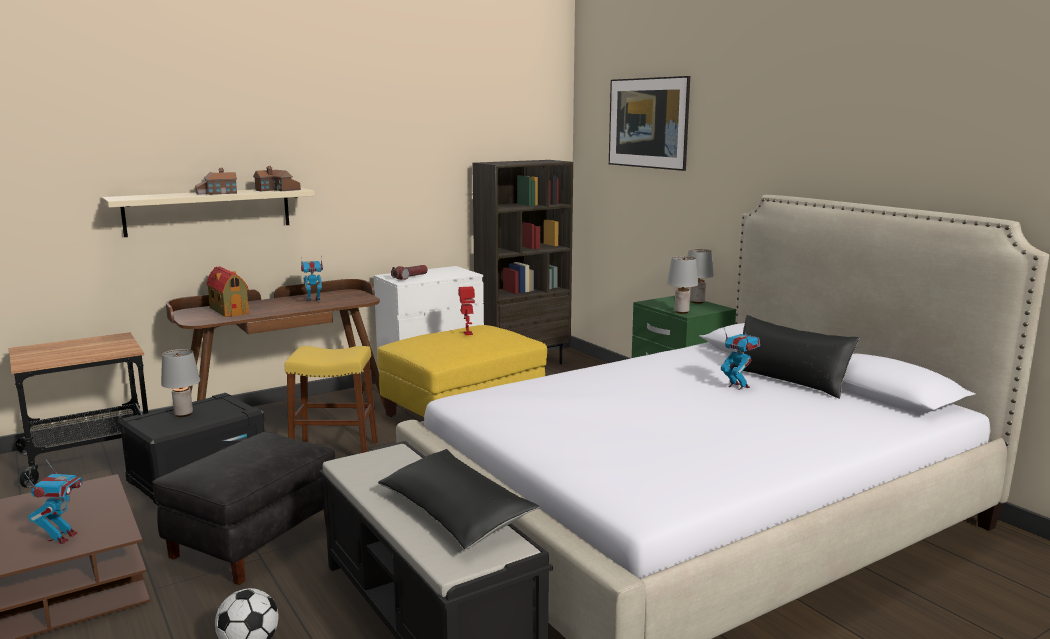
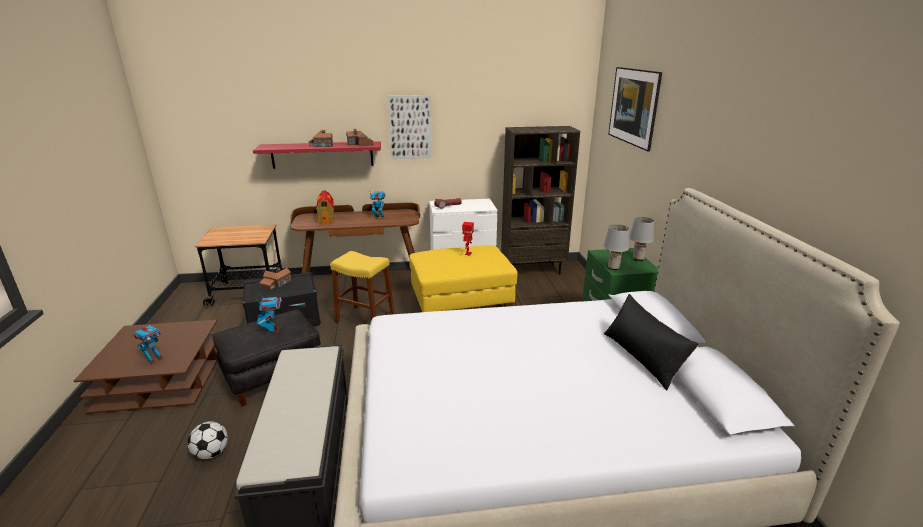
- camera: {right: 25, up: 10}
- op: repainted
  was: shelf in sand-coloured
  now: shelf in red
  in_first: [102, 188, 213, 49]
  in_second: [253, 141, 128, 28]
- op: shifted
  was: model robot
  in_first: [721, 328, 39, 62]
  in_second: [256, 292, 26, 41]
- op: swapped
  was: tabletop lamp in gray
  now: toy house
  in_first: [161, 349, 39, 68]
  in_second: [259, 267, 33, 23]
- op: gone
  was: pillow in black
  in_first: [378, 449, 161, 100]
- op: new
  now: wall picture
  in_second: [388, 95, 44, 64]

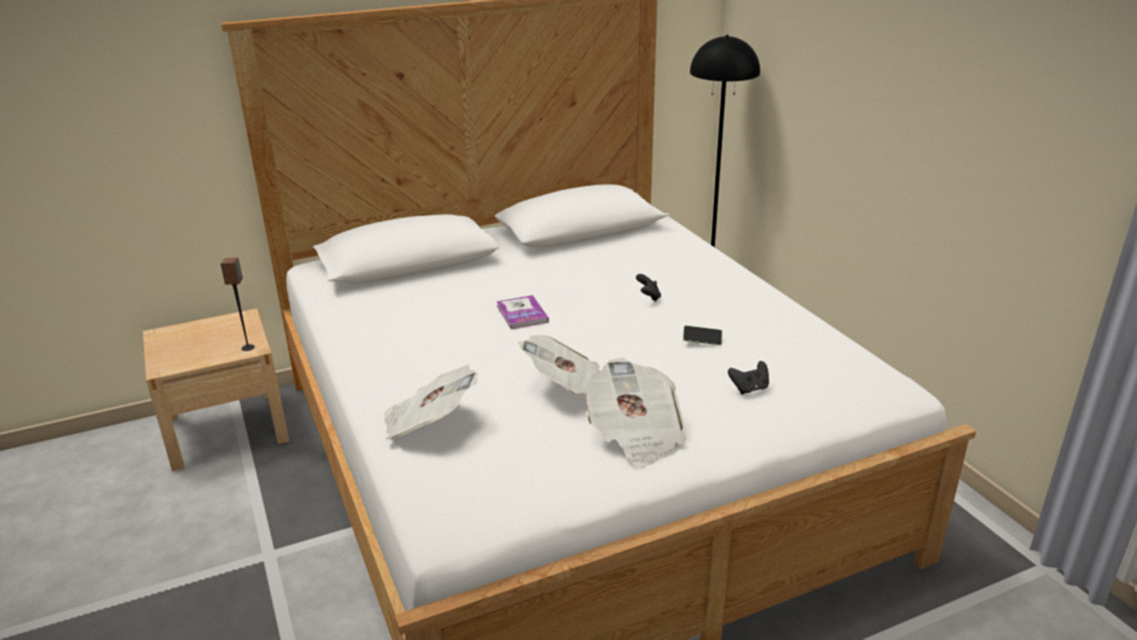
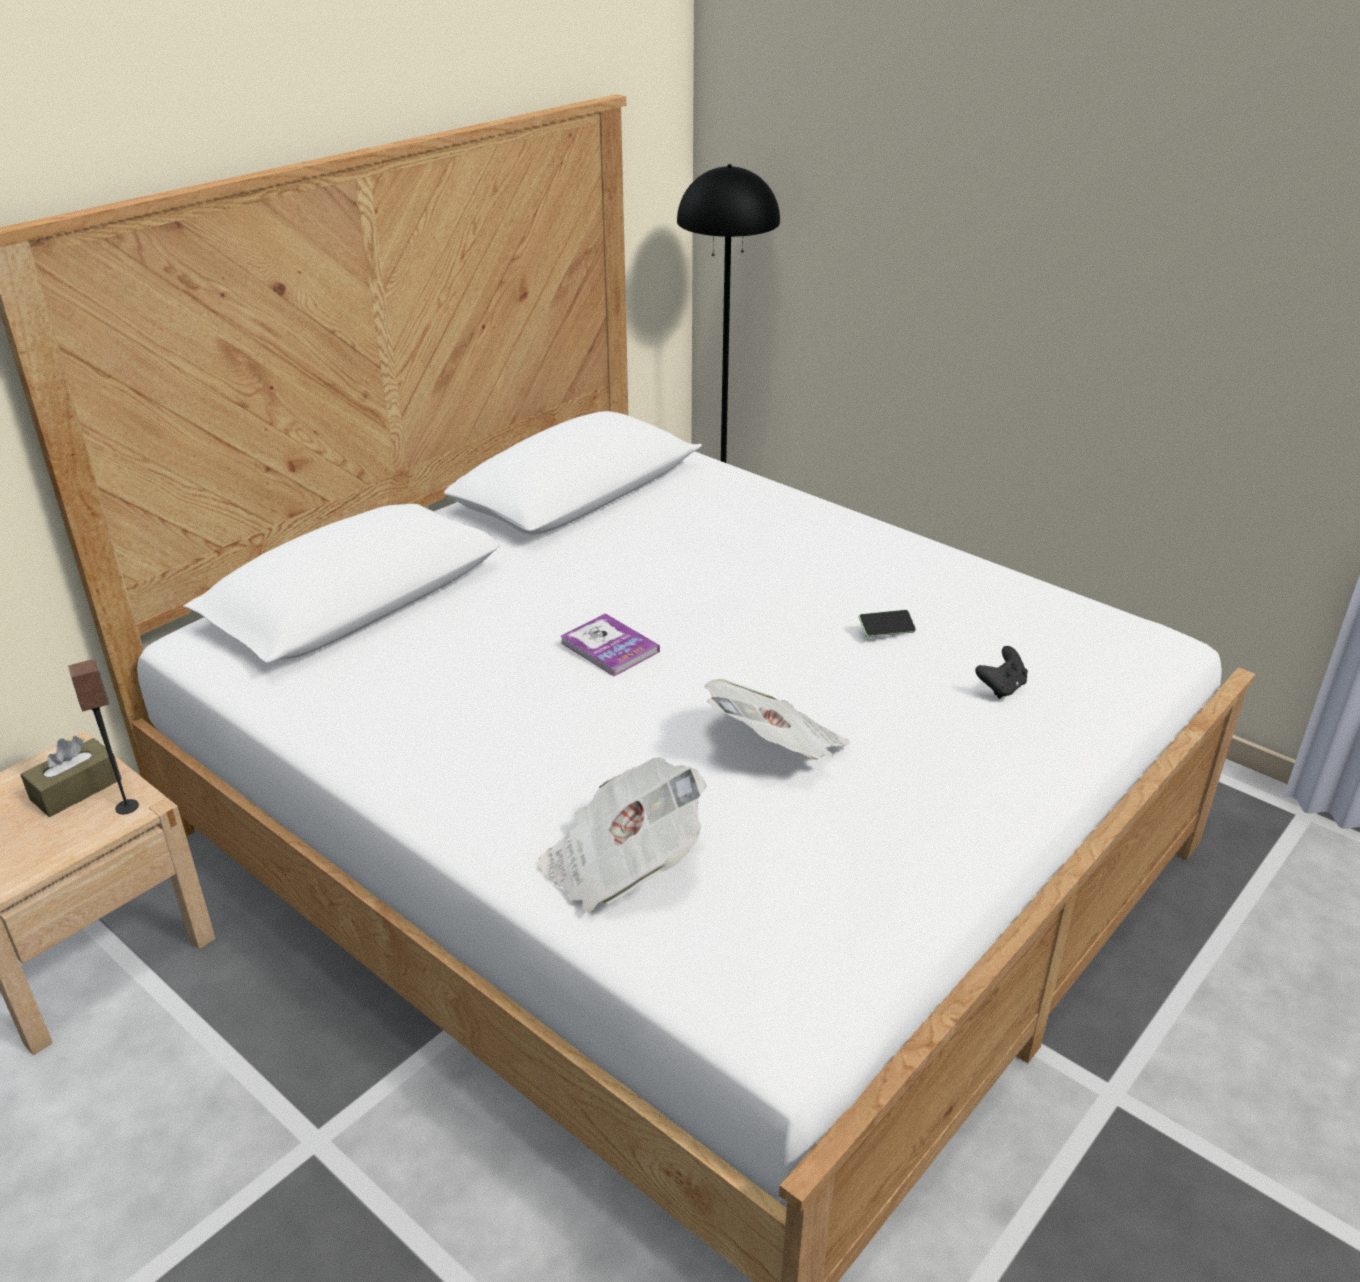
- camera: {right: -25, up: 5}
- op: gone
  was: gamepad in black
  in_first: [636, 274, 25, 27]
- op: gone
  was: daily paper
  in_first: [587, 358, 99, 110]
- op: new
  now: box of tissues in brownish
  in_second: [21, 736, 101, 81]

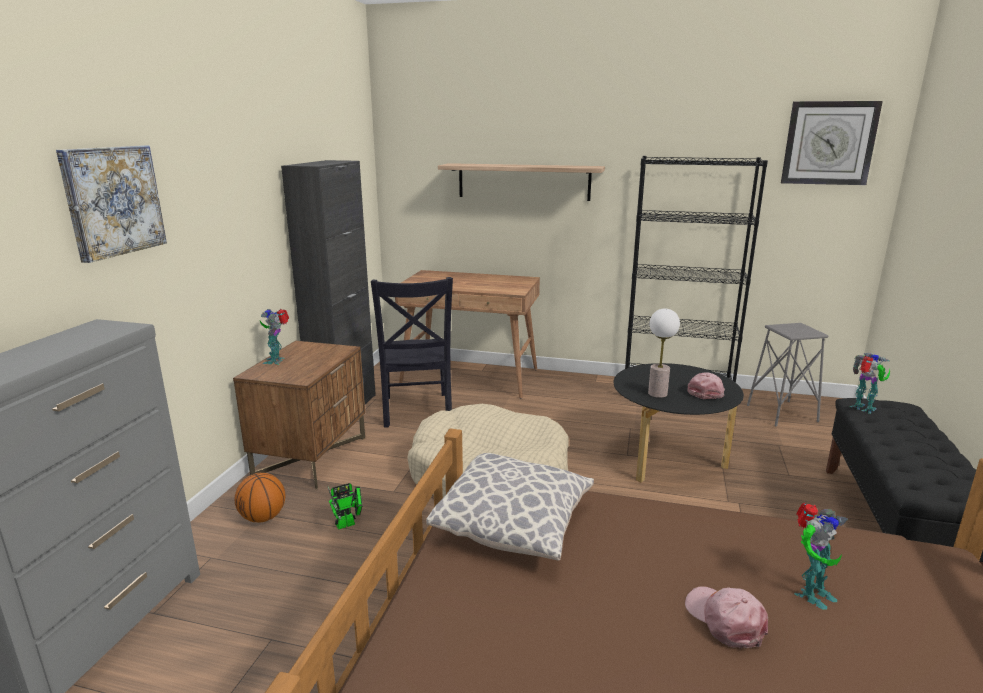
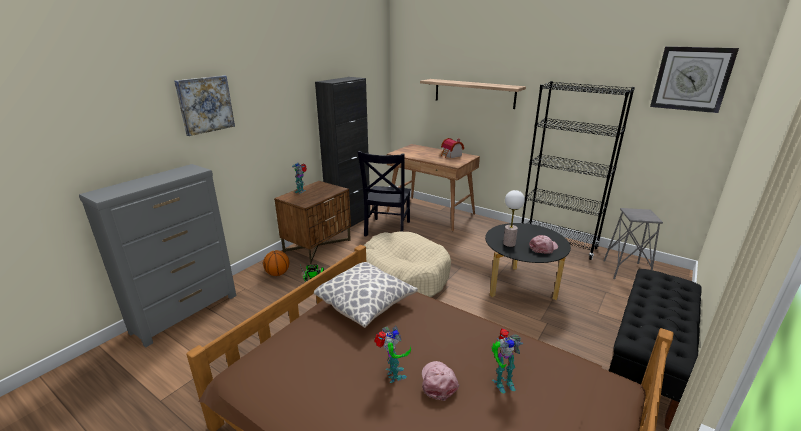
- camera: {right: 20, up: 5}
- op: shifted
  was: model robot
  in_first: [850, 353, 40, 61]
  in_second: [374, 325, 37, 58]
- op: new
  now: toy house
  in_second: [441, 138, 23, 20]

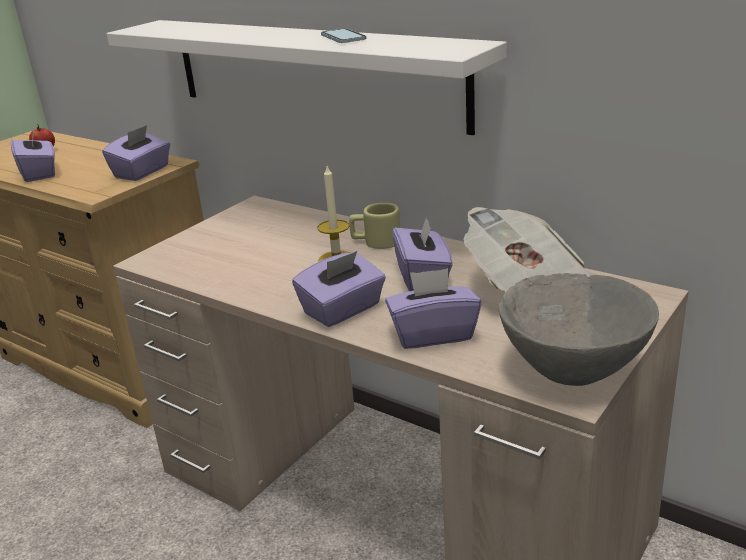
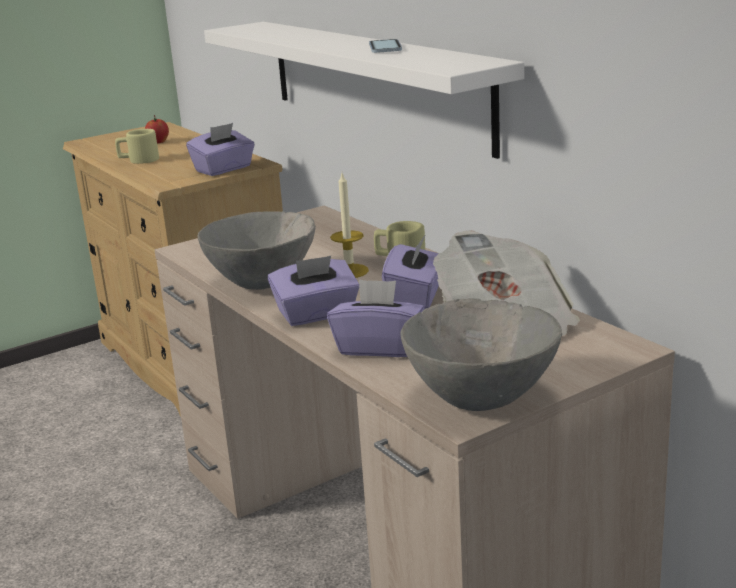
- camera: {right: 20, up: -5}
- op: swapped
  was: box of tissues in purple-coloured
  now: tea mug in sand-coloured
  in_first: [11, 129, 44, 53]
  in_second: [115, 129, 44, 35]
- op: new
  now: deep dish in gray
  in_second: [198, 212, 118, 78]

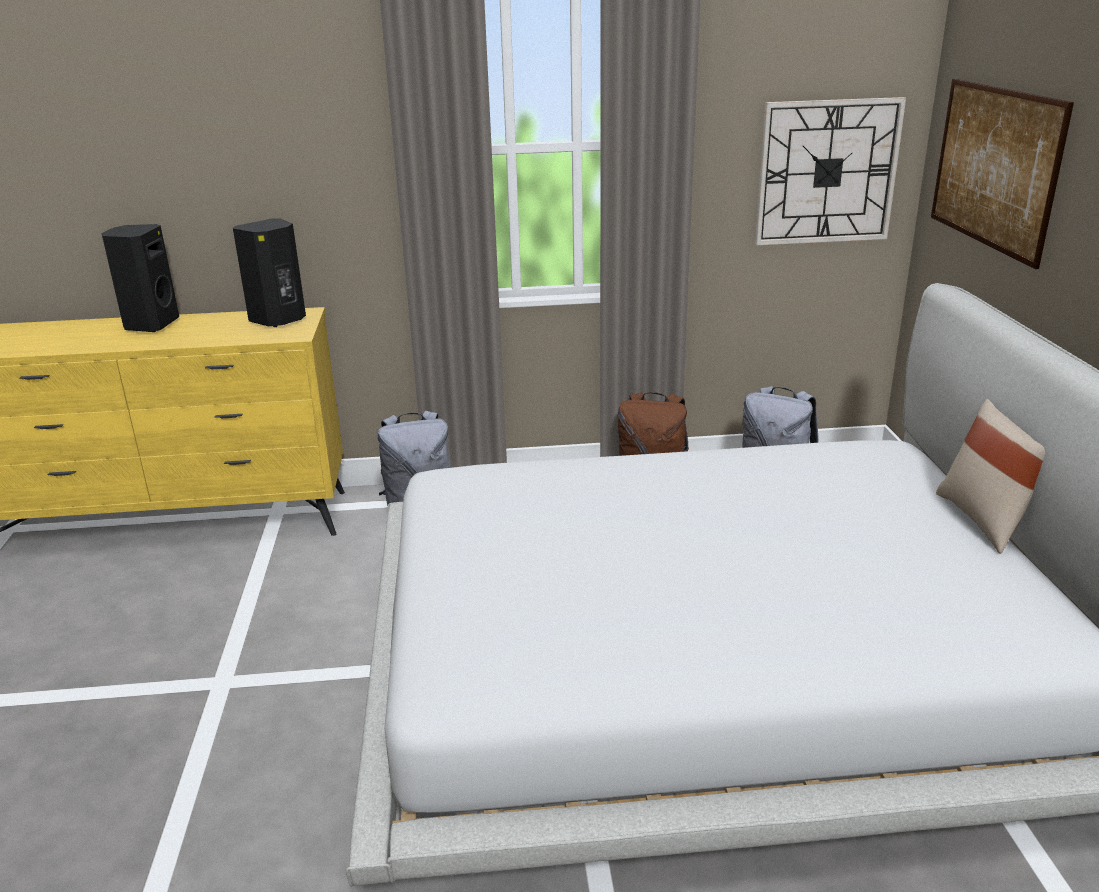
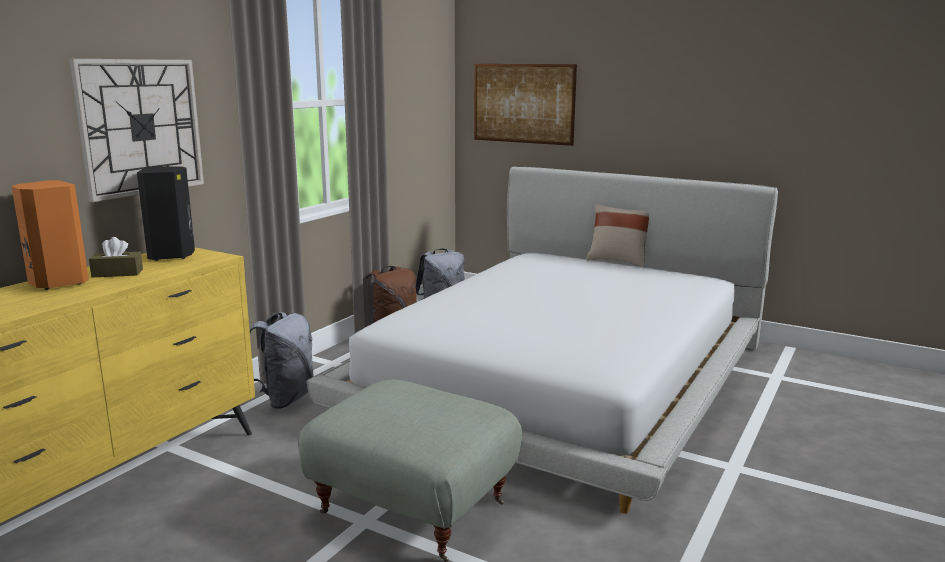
- camera: {right: -55, up: -10}
- op: shifted
  was: clock on the wall
  in_first: [755, 97, 151, 148]
  in_second: [69, 59, 135, 143]
- op: repainted
  was: audio speaker in black
  now: audio speaker in orange
  in_first: [101, 224, 78, 108]
  in_second: [11, 180, 78, 110]
- op: new
  now: box of tissues in brownish
  in_second: [89, 237, 54, 40]
- op: new
  now: pouffe in gray
  in_second: [298, 379, 224, 183]

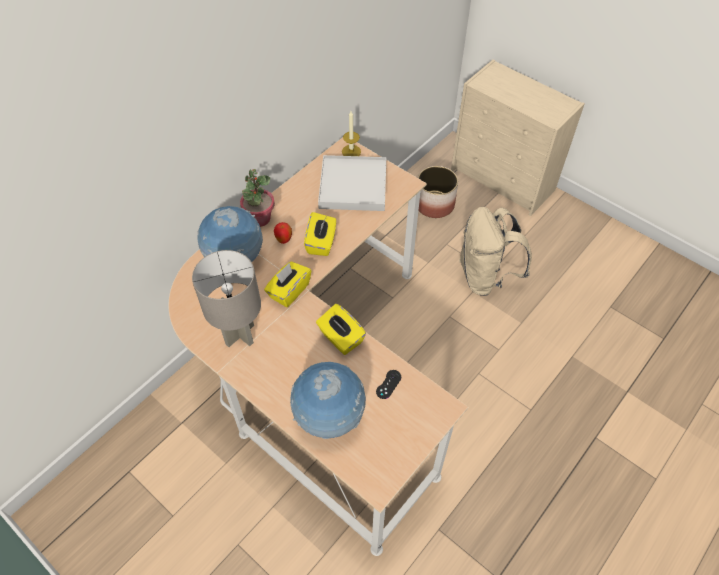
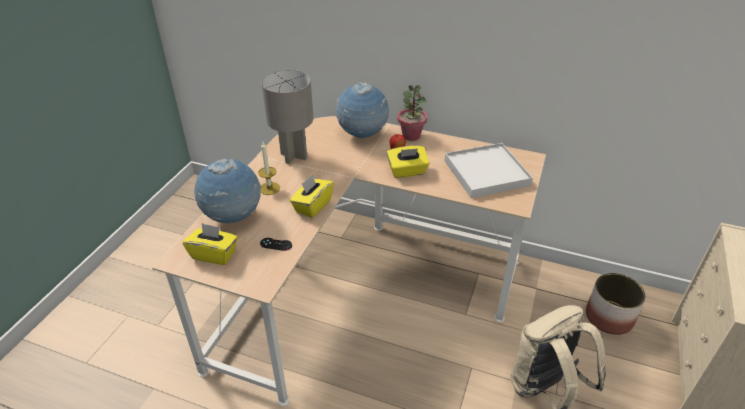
- camera: {right: 70, up: -15}
- op: shifted
  was: wax light
  in_first: [342, 111, 19, 45]
  in_second: [258, 142, 22, 53]
- op: shifted
  was: box of tissues in yellow-coloured
  in_first: [264, 261, 47, 46]
  in_second: [183, 223, 55, 42]

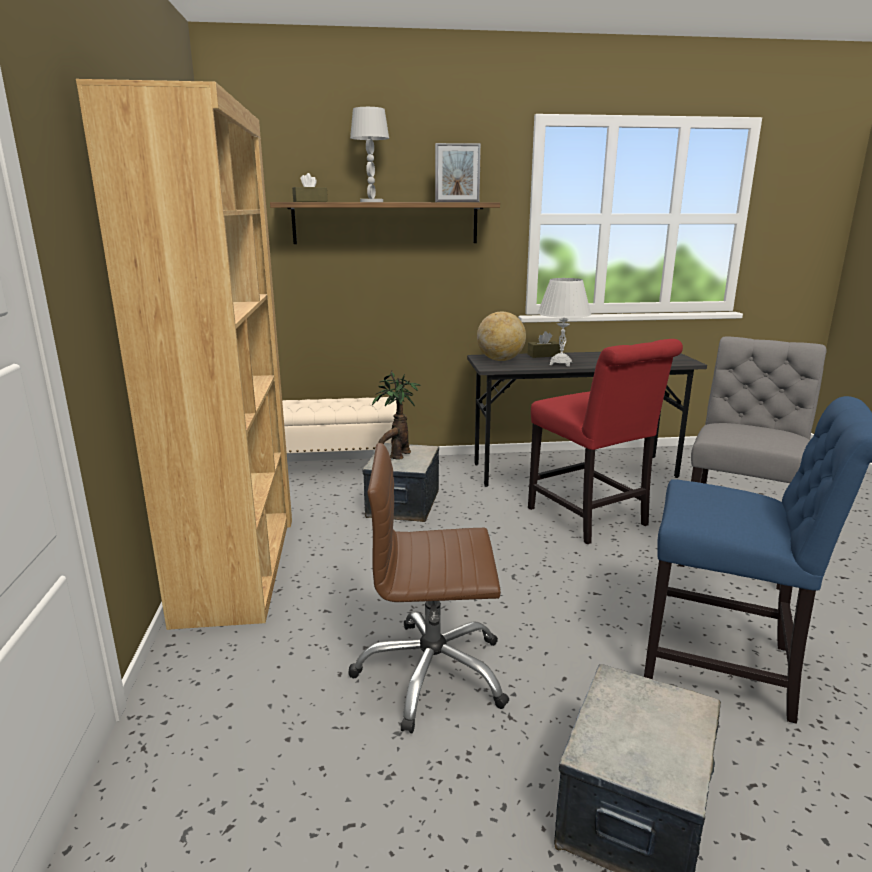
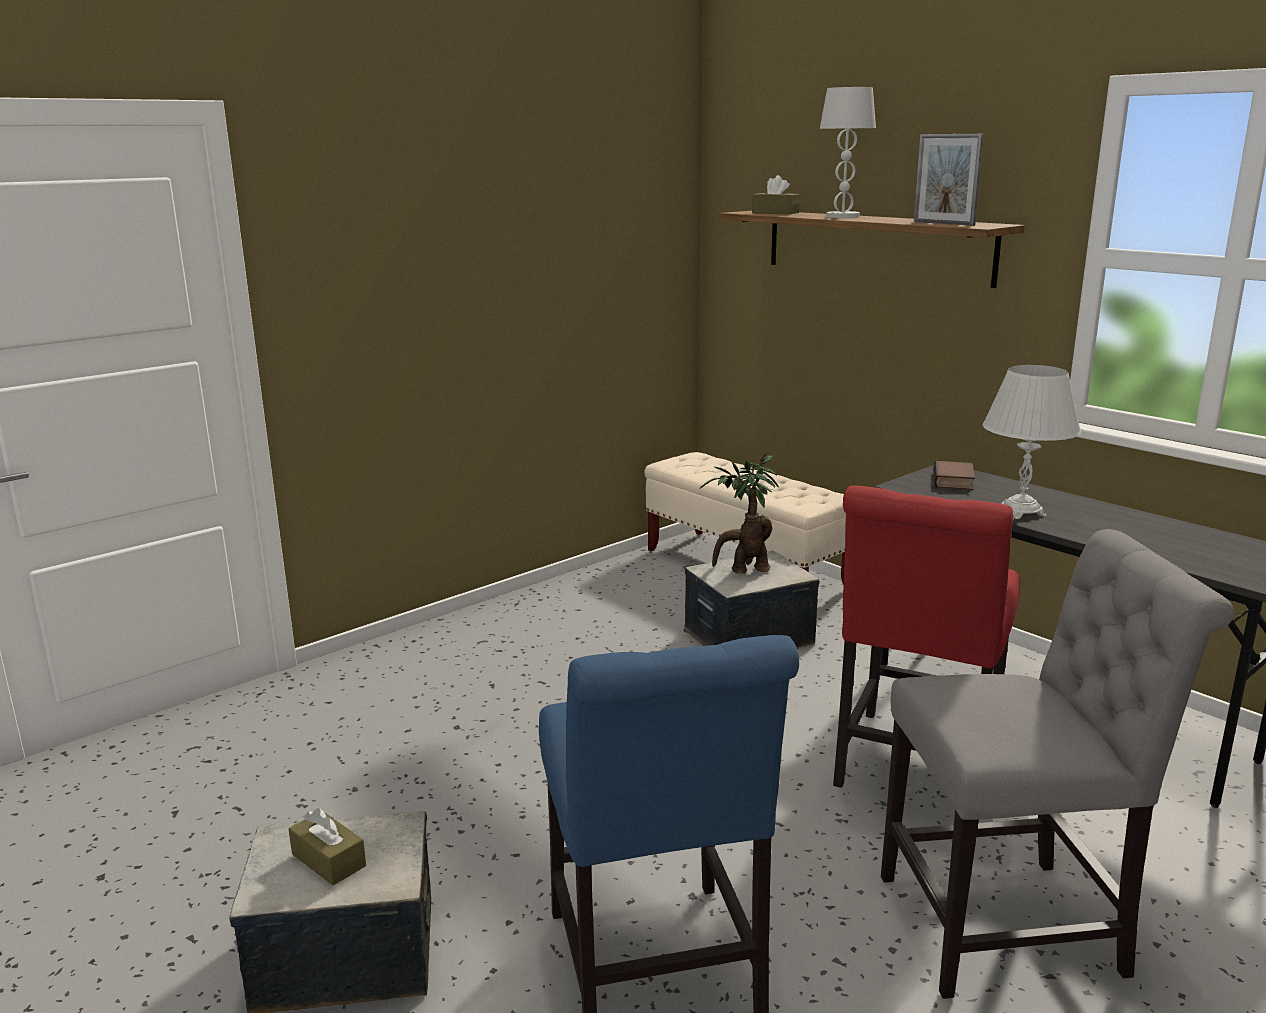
- camera: {right: 55, up: 0}
- op: gone
  was: shelving unit in brownish
  in_first: [76, 79, 216, 551]
- op: swapped
  was: globe
  now: volume
  in_first: [477, 312, 49, 49]
  in_second: [933, 461, 42, 29]
- op: shifted
  was: box of tissues in brownish
  in_first: [528, 331, 32, 27]
  in_second: [288, 808, 78, 77]
- op: gone
  was: computer chair in brownish
  in_first: [348, 443, 161, 290]

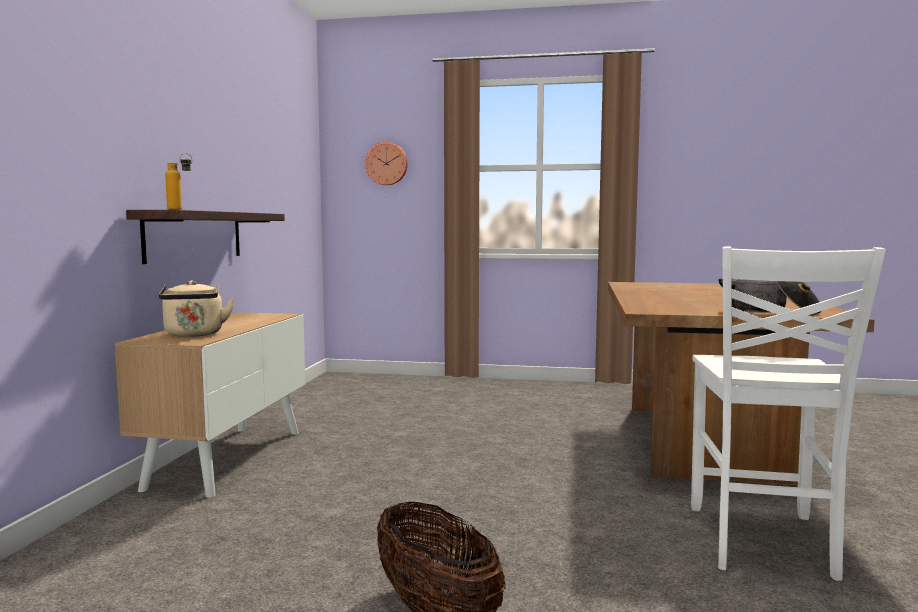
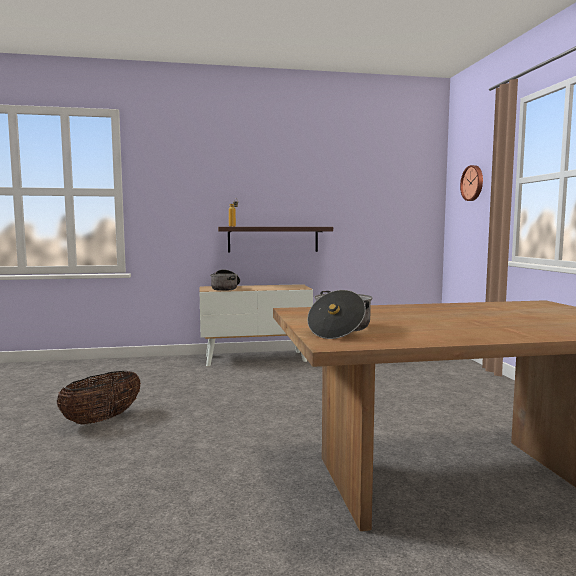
- camera: {right: 70, up: 0}
- op: gone
  was: plain chair in whitish
  in_first: [691, 246, 195, 335]
- op: swapped
  was: water kettle in sand-coloured
  now: saucepot
  in_first: [159, 280, 76, 57]
  in_second: [210, 269, 30, 22]

